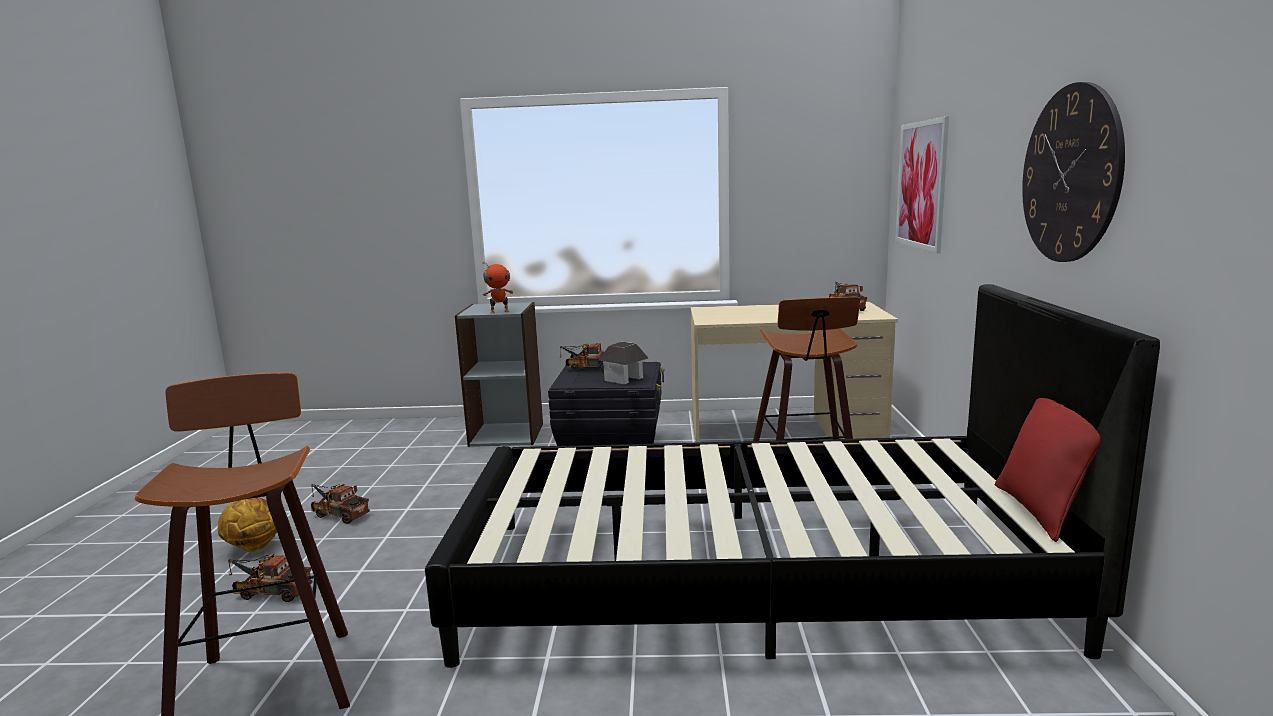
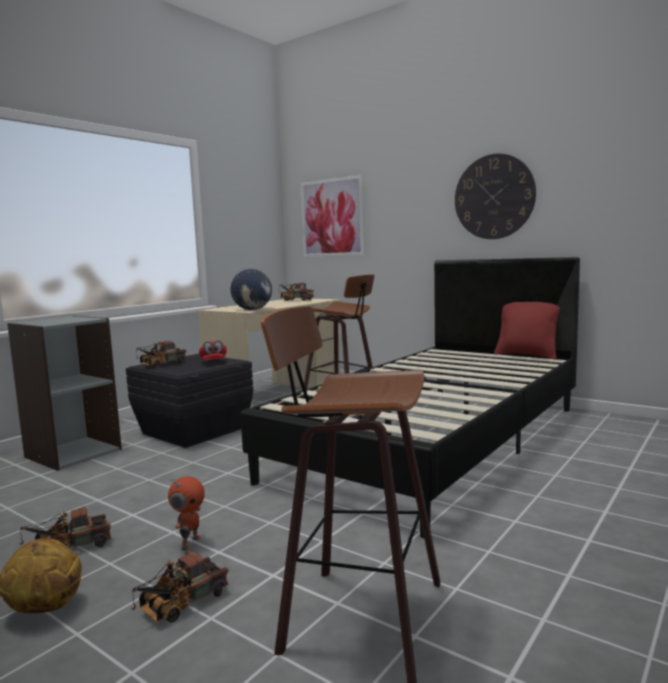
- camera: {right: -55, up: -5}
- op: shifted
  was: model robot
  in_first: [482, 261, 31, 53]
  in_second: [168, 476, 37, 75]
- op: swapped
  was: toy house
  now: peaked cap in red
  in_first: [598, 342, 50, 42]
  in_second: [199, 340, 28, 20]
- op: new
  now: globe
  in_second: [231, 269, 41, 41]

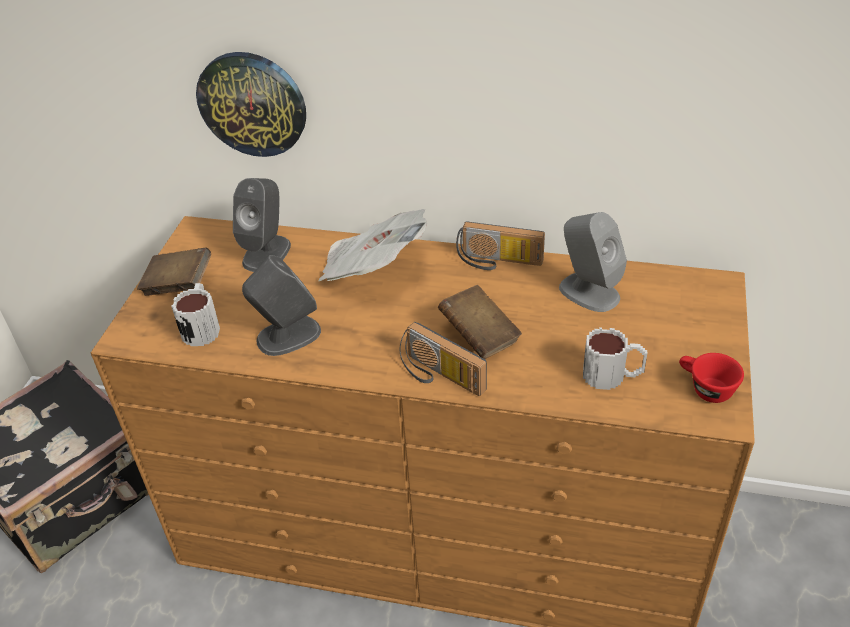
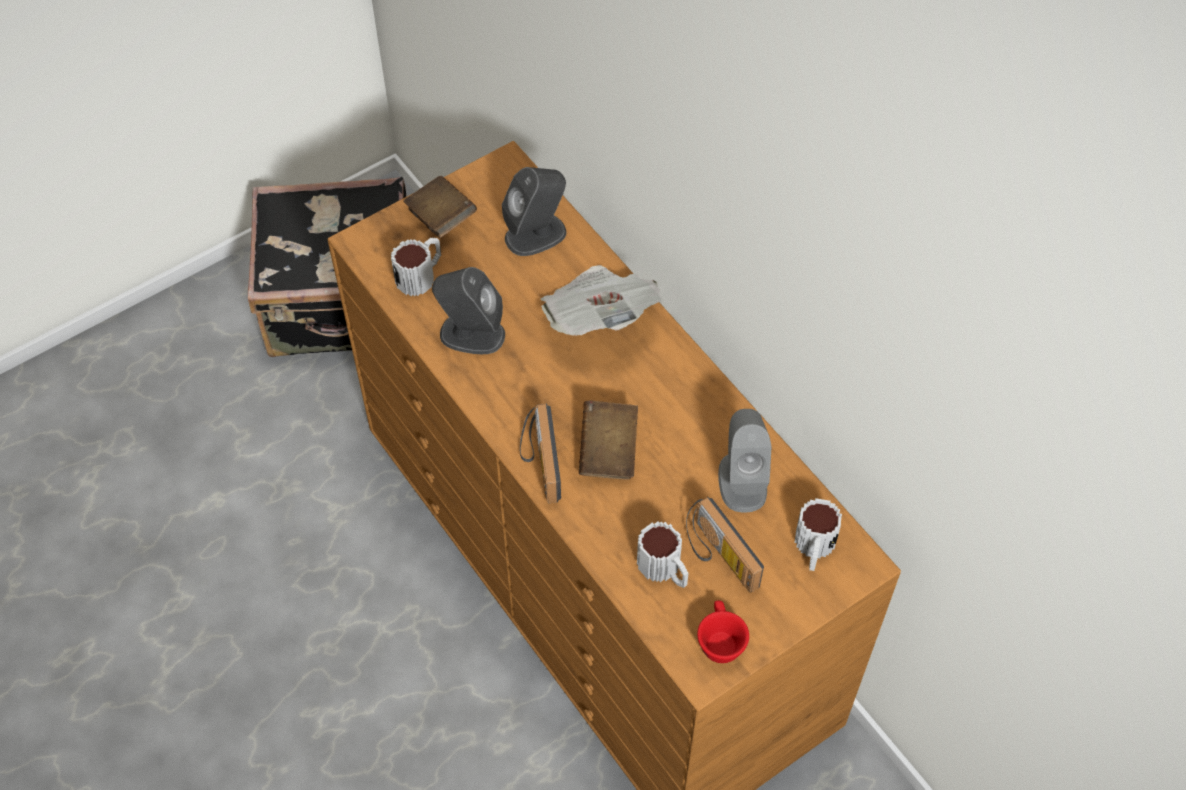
- camera: {right: 40, up: 15}
- op: gone
  was: clock on the wall
  in_first: [196, 52, 110, 105]
- op: shifted
  was: radio
  in_first: [456, 221, 89, 49]
  in_second: [686, 497, 78, 95]
- op: new
  now: tea mug
  in_second: [794, 498, 48, 73]

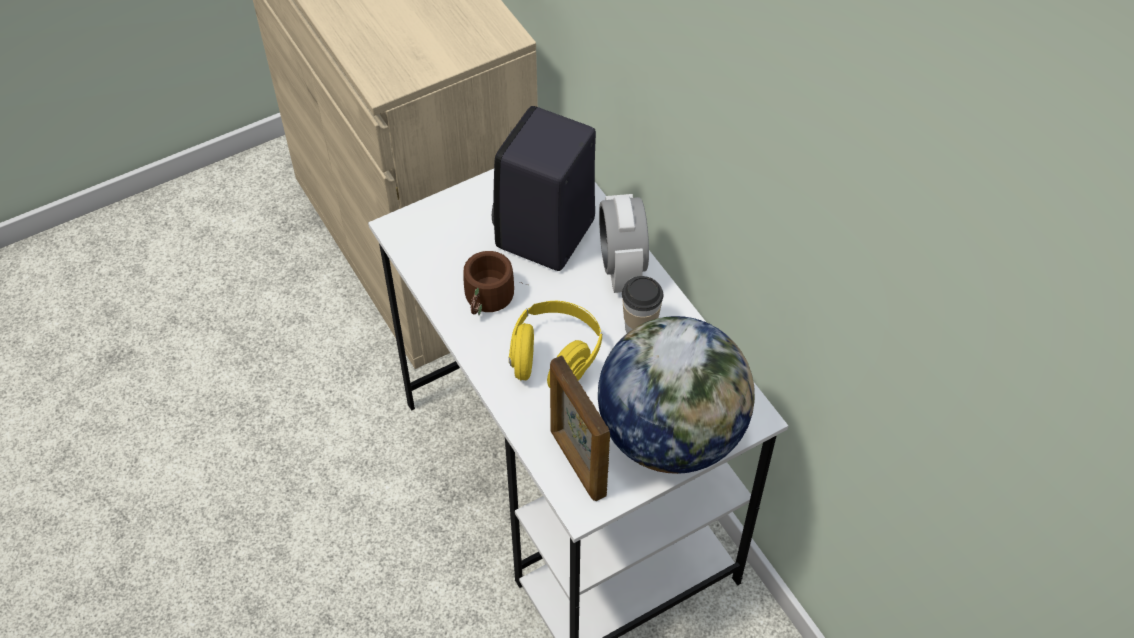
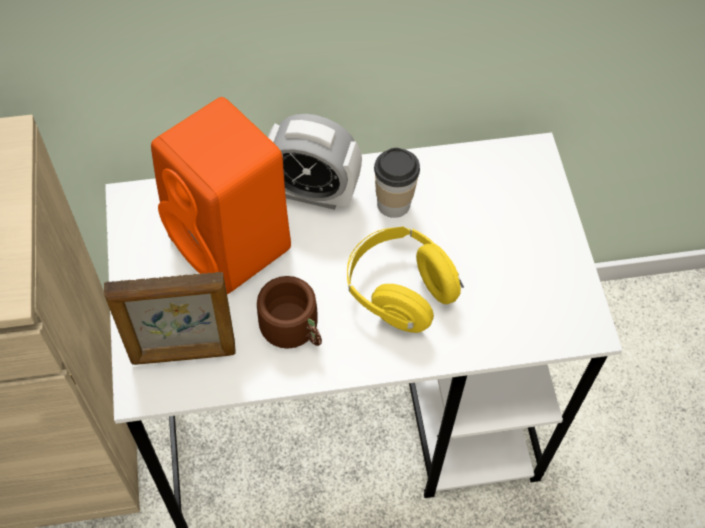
- camera: {right: -70, up: 5}
- op: repainted
  was: audio speaker in black
  now: audio speaker in orange
  in_first: [492, 106, 104, 165]
  in_second: [151, 97, 140, 197]
- op: gone
  was: globe
  in_first: [598, 316, 157, 158]
- op: shifted
  was: picture frame
  in_first: [550, 355, 60, 146]
  in_second: [104, 272, 132, 93]

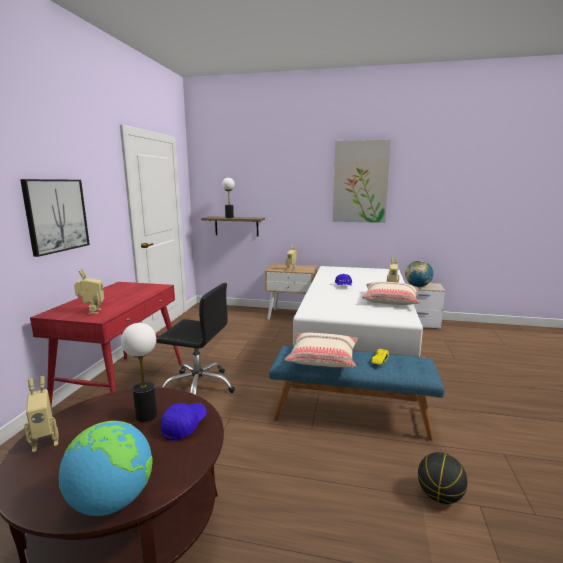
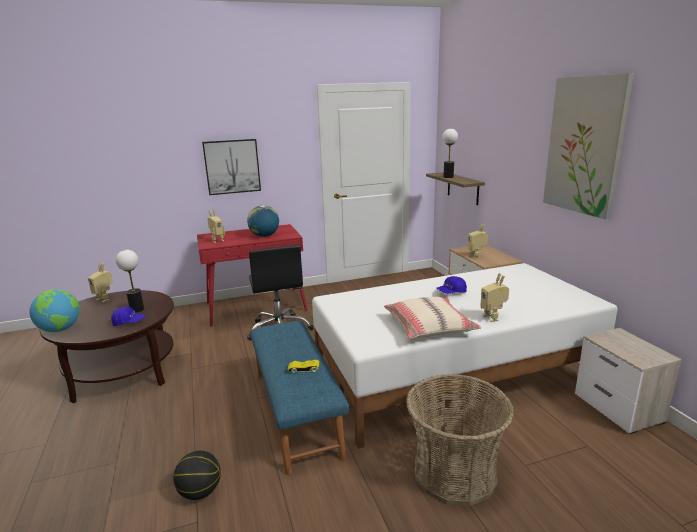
- camera: {right: 60, up: 5}
- op: shifted
  was: globe
  in_first: [405, 261, 28, 26]
  in_second: [247, 205, 32, 32]
- op: gone
  was: pillow in sand-coloured
  in_first: [284, 332, 74, 35]
- op: new
  now: basket
  in_second: [406, 374, 108, 132]

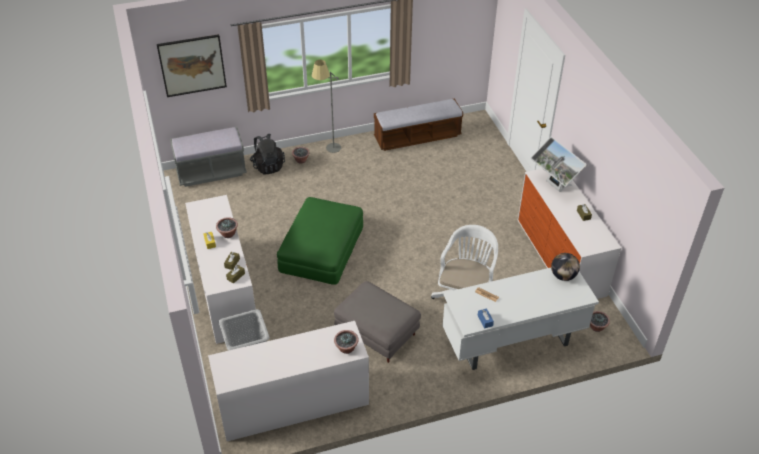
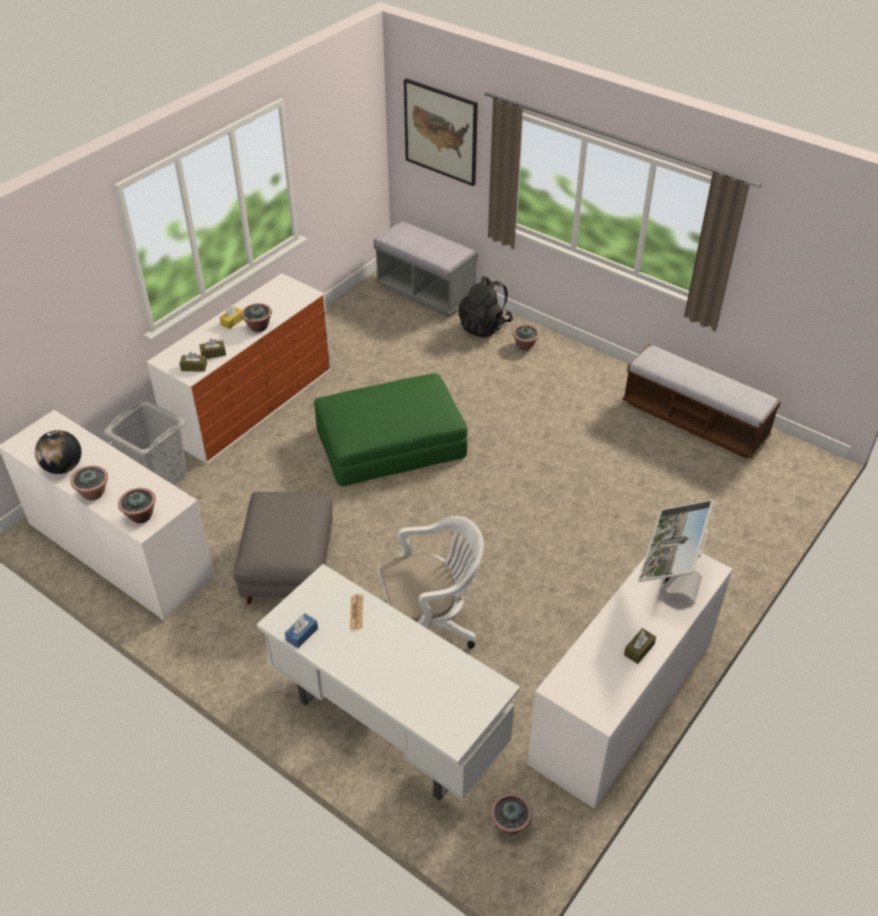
- camera: {right: 55, up: 0}
- op: gone
  was: standard lamp in gray
  in_first: [312, 60, 29, 93]
- op: shifted
  was: globe
  in_first: [551, 253, 29, 28]
  in_second: [35, 430, 46, 44]
- op: new
  now: potted plant
  in_second: [71, 466, 37, 34]

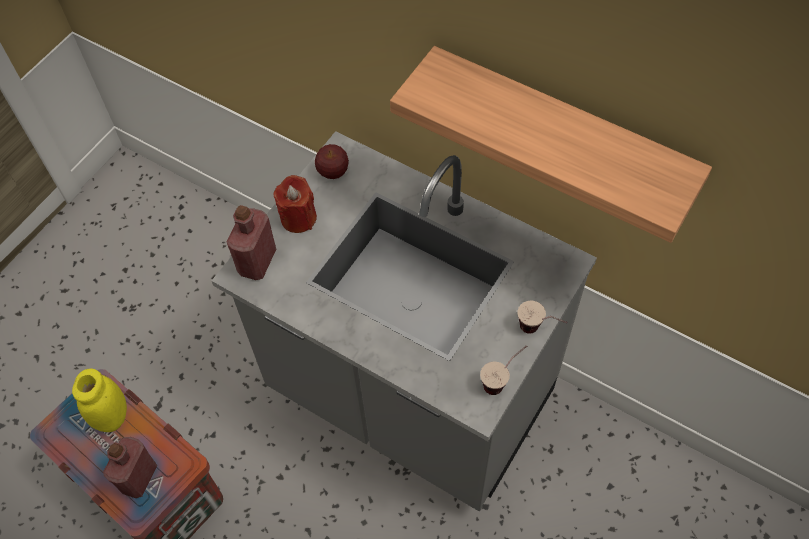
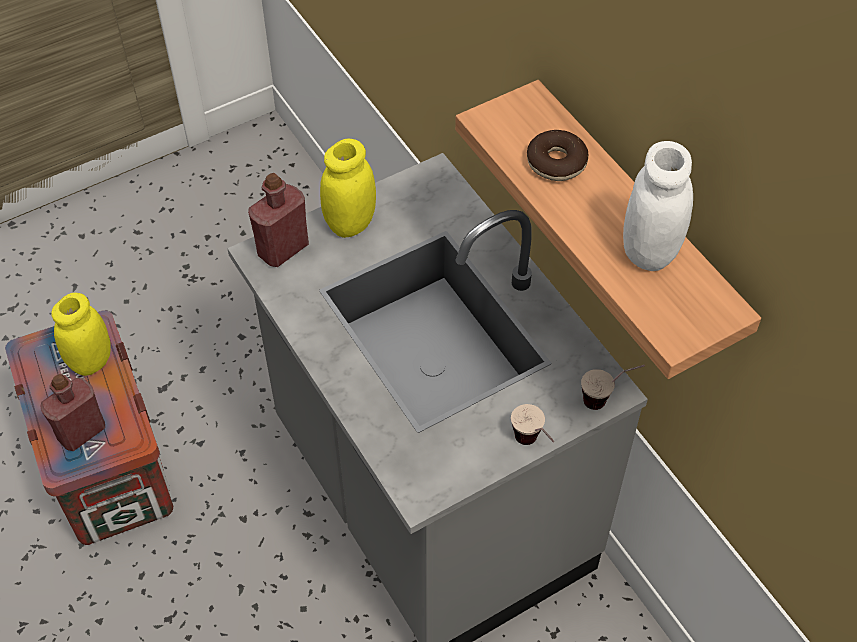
- camera: {right: 25, up: -5}
- op: gone
  was: whole apple
  in_first: [315, 144, 34, 35]
- op: swapped
  was: wax light in red
  now: preserve jar in yellow-coloured
  in_first: [273, 175, 44, 58]
  in_second: [320, 139, 56, 99]
- op: shifted
  was: drinking cup
  in_first: [480, 345, 47, 50]
  in_second: [581, 365, 64, 45]
- op: new
  now: doughnut
  in_second: [527, 130, 61, 51]
- op: new
  now: preserve jar in whitish
  in_second: [623, 141, 70, 130]

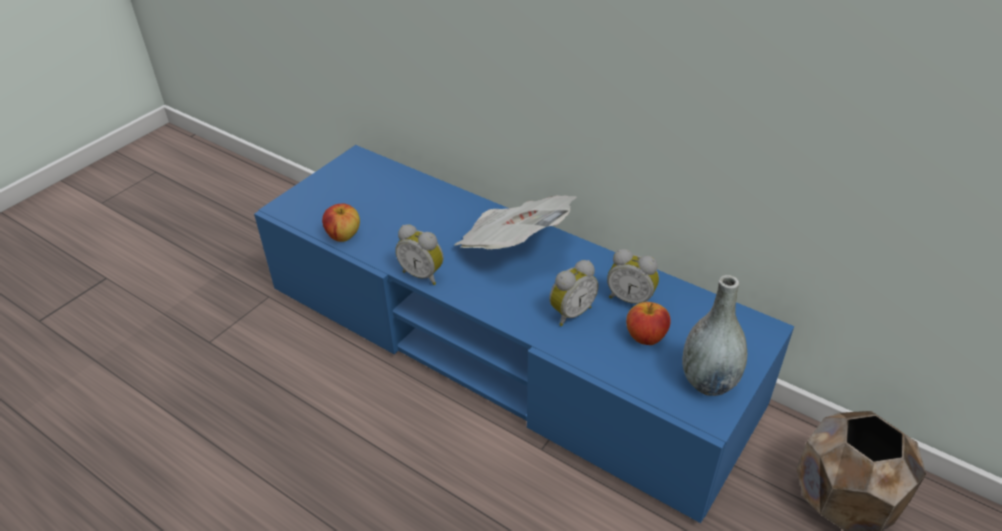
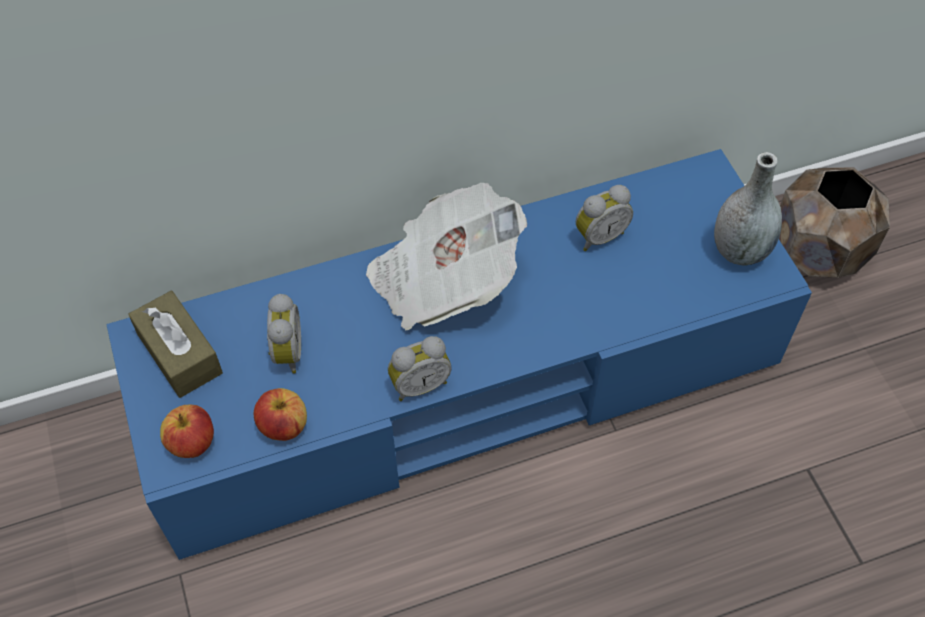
- camera: {right: -55, up: 15}
- op: shifted
  was: table clock
  in_first: [549, 260, 49, 66]
  in_second: [267, 294, 34, 80]
- op: shifted
  was: whole apple
  in_first: [626, 302, 45, 43]
  in_second: [160, 405, 54, 53]
- op: new
  now: box of tissues in brownish
  in_second: [128, 291, 95, 107]

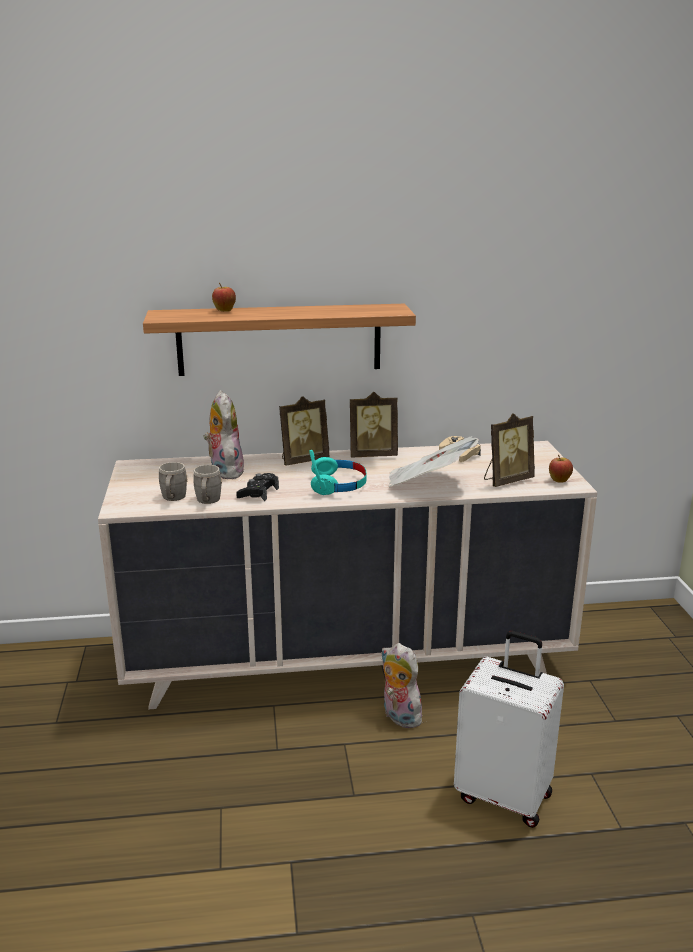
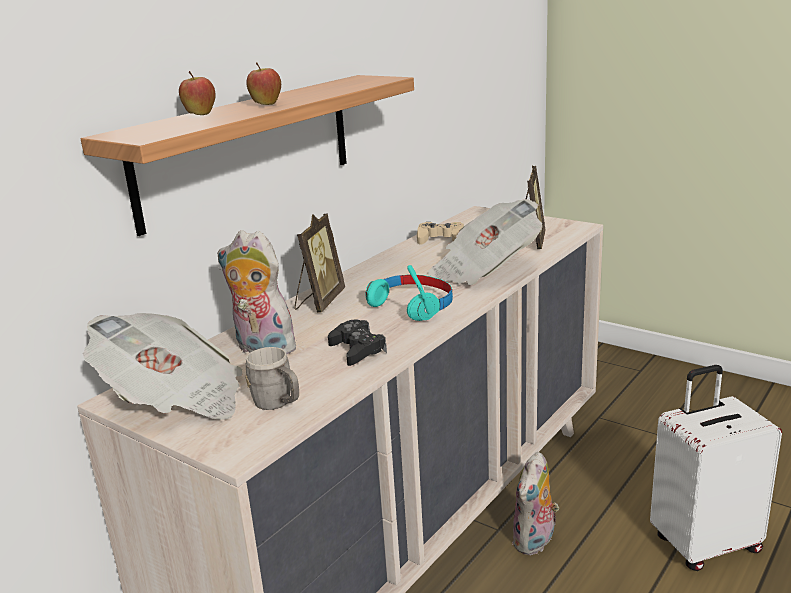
- camera: {right: -45, up: 0}
- op: gone
  was: picture frame
  in_first: [350, 392, 48, 65]
- op: shifted
  was: whole apple
  in_first: [549, 455, 24, 28]
  in_second: [246, 62, 35, 43]
- op: gone
  was: tea mug in gray
  in_first: [193, 465, 29, 39]
- op: rotated
  was: plush toy
  in_first: [381, 643, 45, 86]
  in_second: [512, 452, 50, 103]
  clockwise: -60
- op: new
  now: daily paper
  in_second: [83, 313, 160, 107]

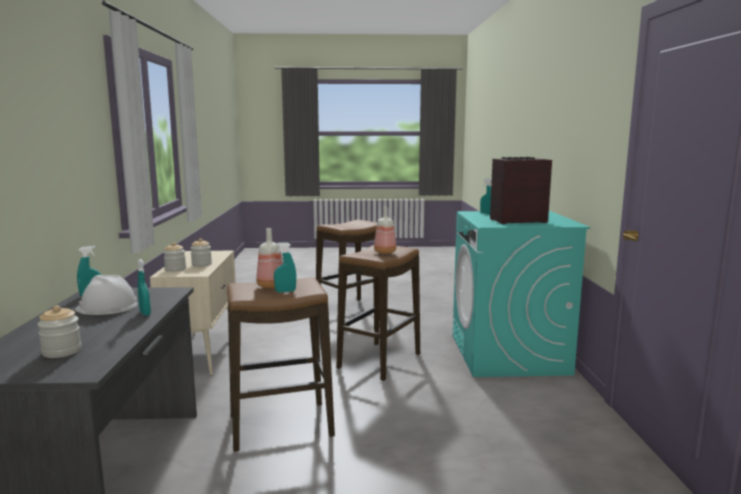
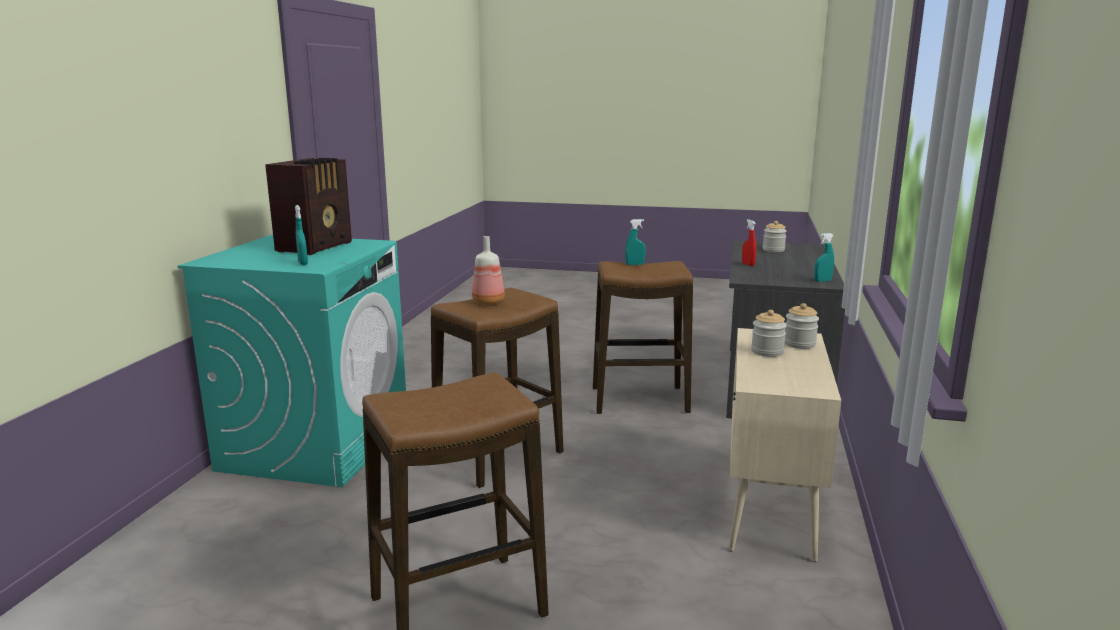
- camera: {right: -165, up: 5}
- op: rotated
  was: radio
  in_first: [490, 157, 62, 67]
  in_second: [265, 158, 87, 97]
  clockwise: -75
- op: gone
  was: drink bottle
  in_first: [256, 228, 27, 60]
- op: repainted
  was: spray bottle in blue-green
  now: spray bottle in red
  in_first: [138, 259, 13, 57]
  in_second: [742, 219, 14, 47]
- op: gone
  was: work helmet in whitish
  in_first: [75, 275, 63, 40]

